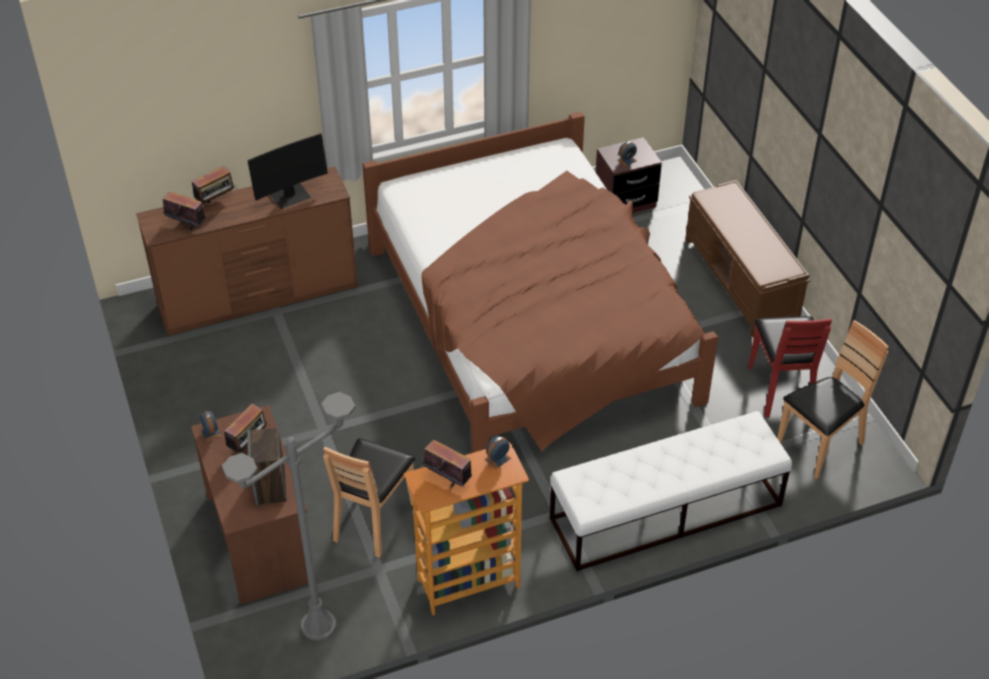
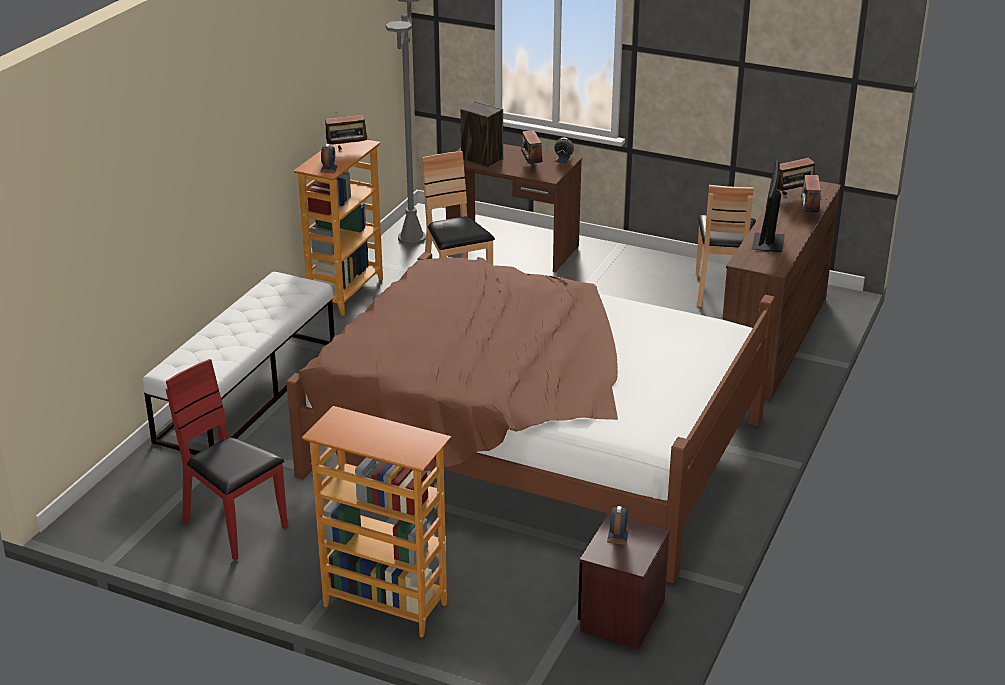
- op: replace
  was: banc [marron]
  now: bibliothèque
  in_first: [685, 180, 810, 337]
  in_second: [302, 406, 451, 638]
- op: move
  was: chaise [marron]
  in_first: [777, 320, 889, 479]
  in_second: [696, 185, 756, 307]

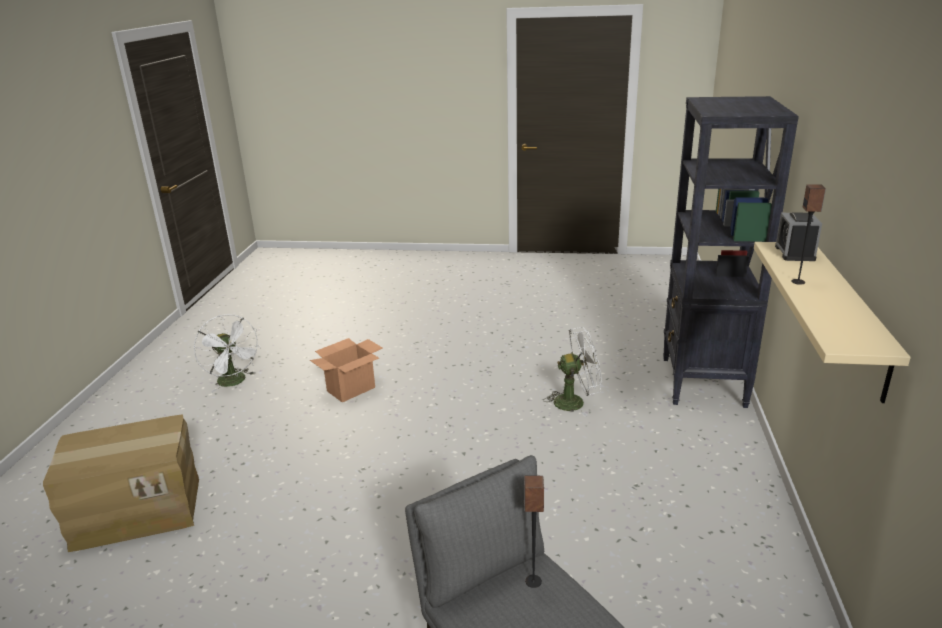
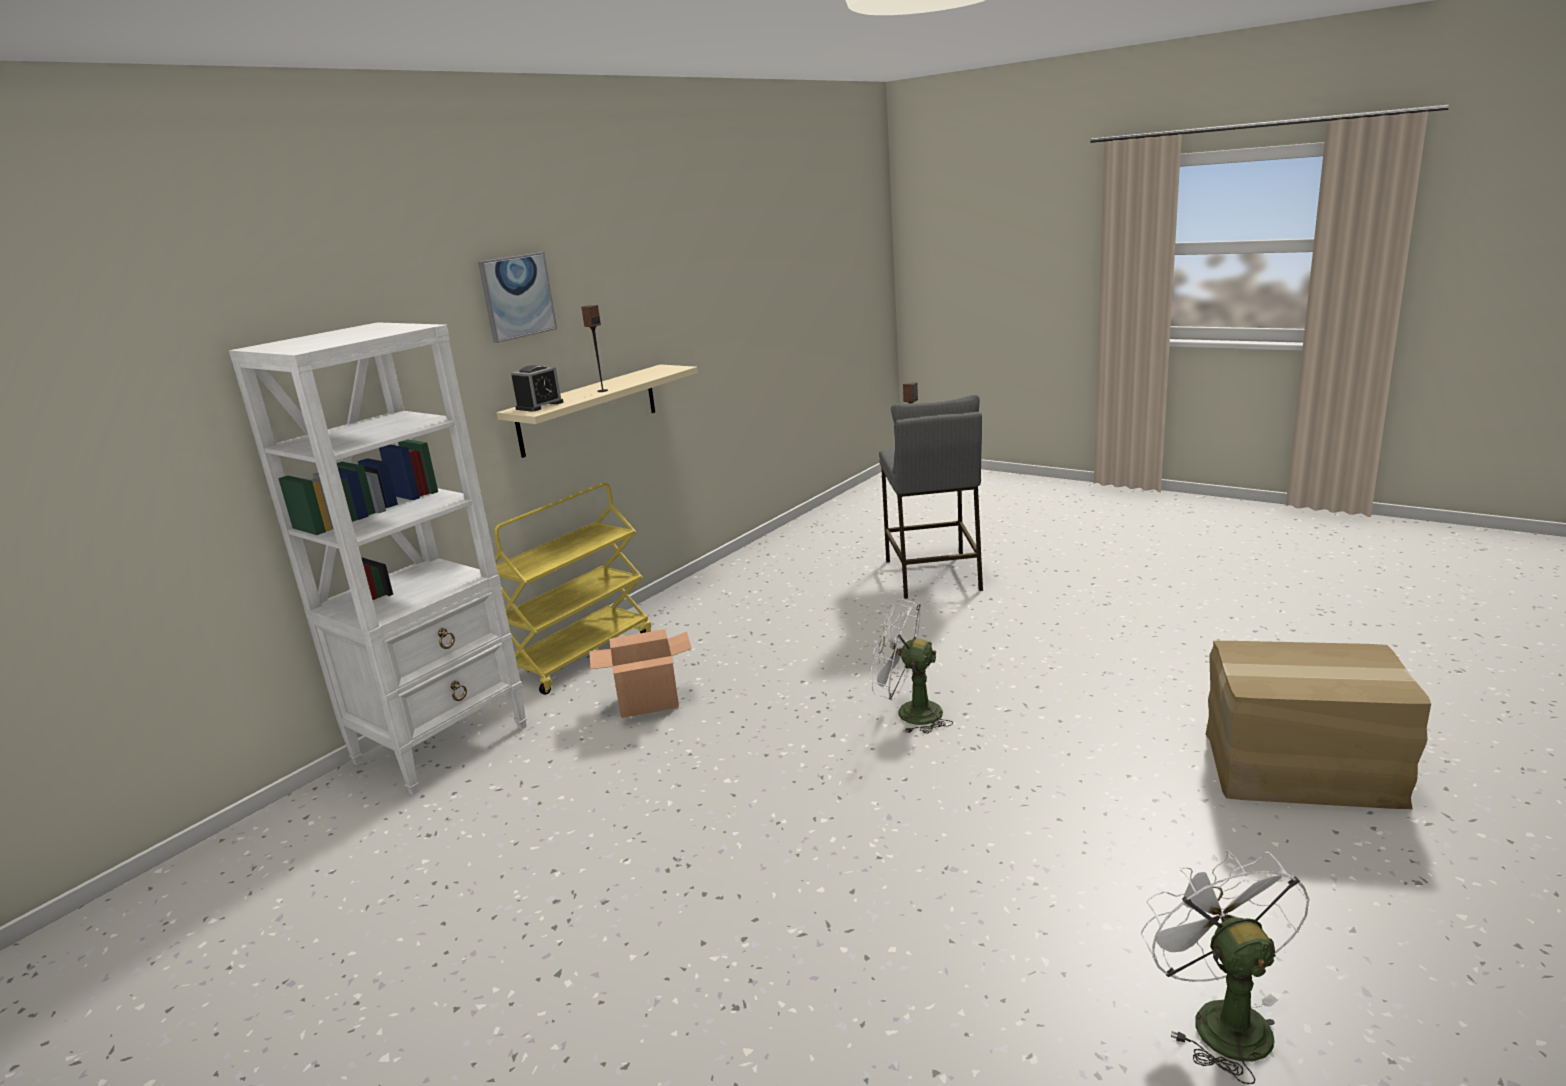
- op: recolor
  was: bibliothèque [noir]
  now: bibliothèque [blanc]
  in_first: [663, 96, 799, 408]
  in_second: [229, 322, 527, 795]
- op: move
  was: ventilateur [blanc]
  in_first: [544, 327, 602, 417]
  in_second: [870, 599, 953, 734]
- op: move
  was: carton
  in_first: [310, 338, 383, 402]
  in_second: [589, 629, 692, 718]
- op: insert
  now: tableau
  in_second: [478, 252, 557, 343]
- op: insert
  now: chariot [jaune]
  in_second: [494, 483, 651, 695]

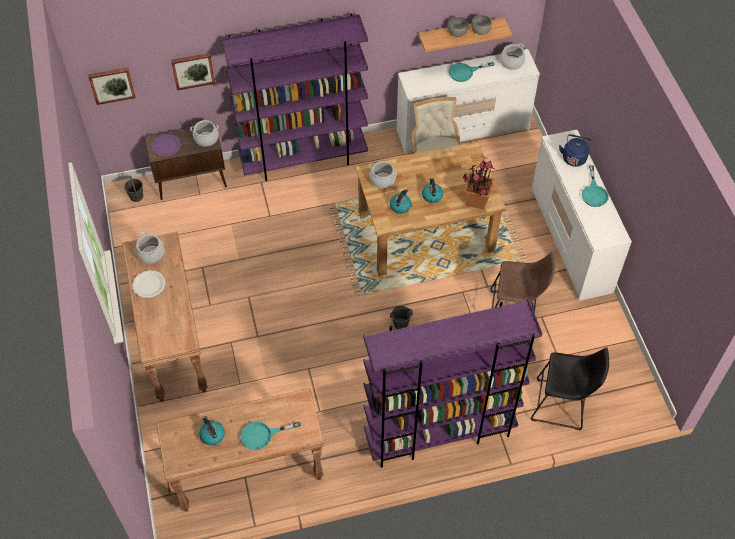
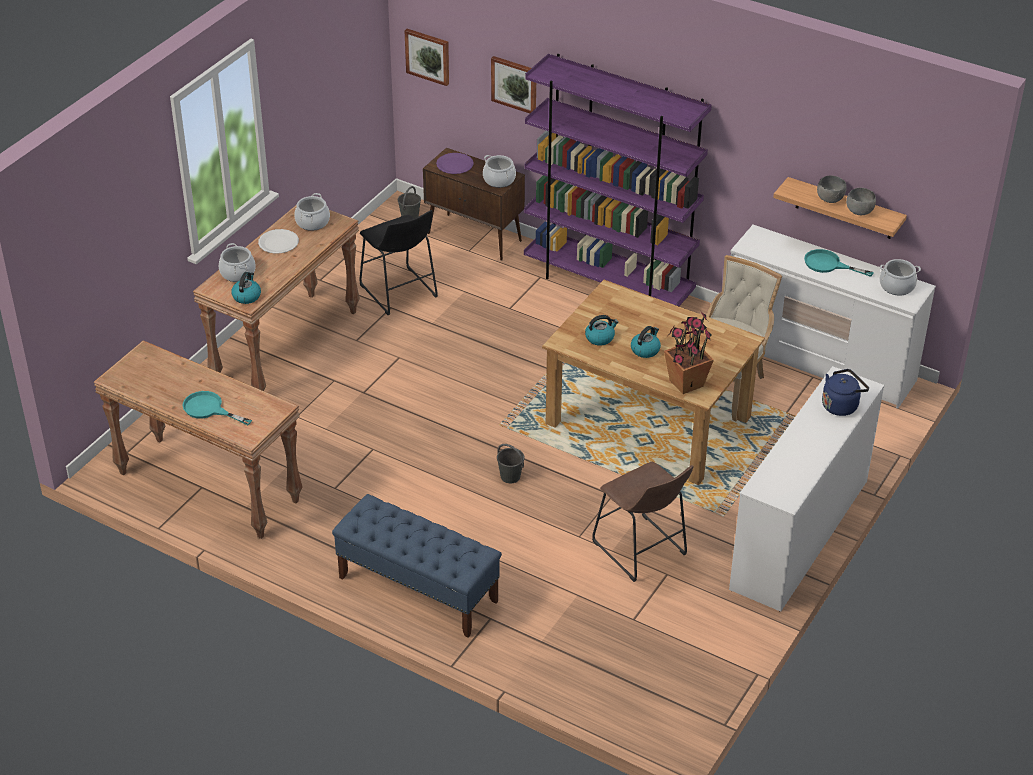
- op: move
  was: marmite
  in_first: [369, 161, 397, 188]
  in_second: [219, 243, 256, 282]
- op: delete
  was: poêle [turquoise]
  in_first: [582, 165, 609, 207]
- op: replace
  was: bibliothèque [violet]
  now: banc [bleu]
  in_first: [363, 299, 543, 467]
  in_second: [332, 494, 502, 637]
- op: move
  was: tabouret [noir]
  in_first: [531, 347, 609, 430]
  in_second: [360, 210, 438, 315]
- op: move
  was: bouilloire
  in_first: [199, 416, 225, 445]
  in_second: [231, 272, 261, 304]

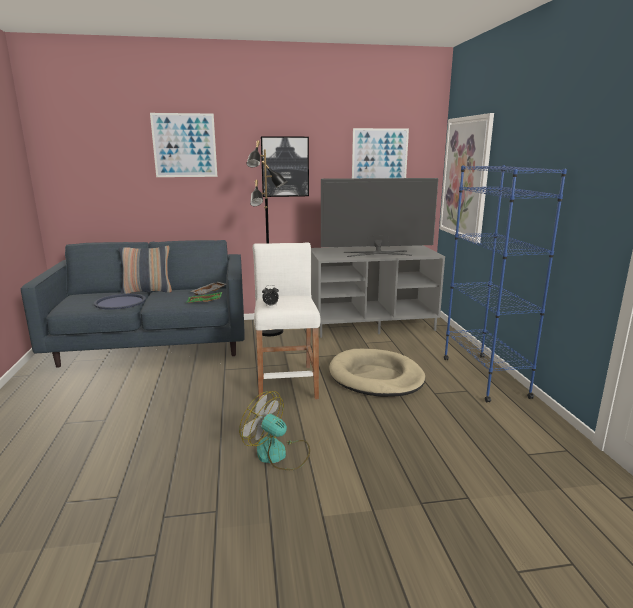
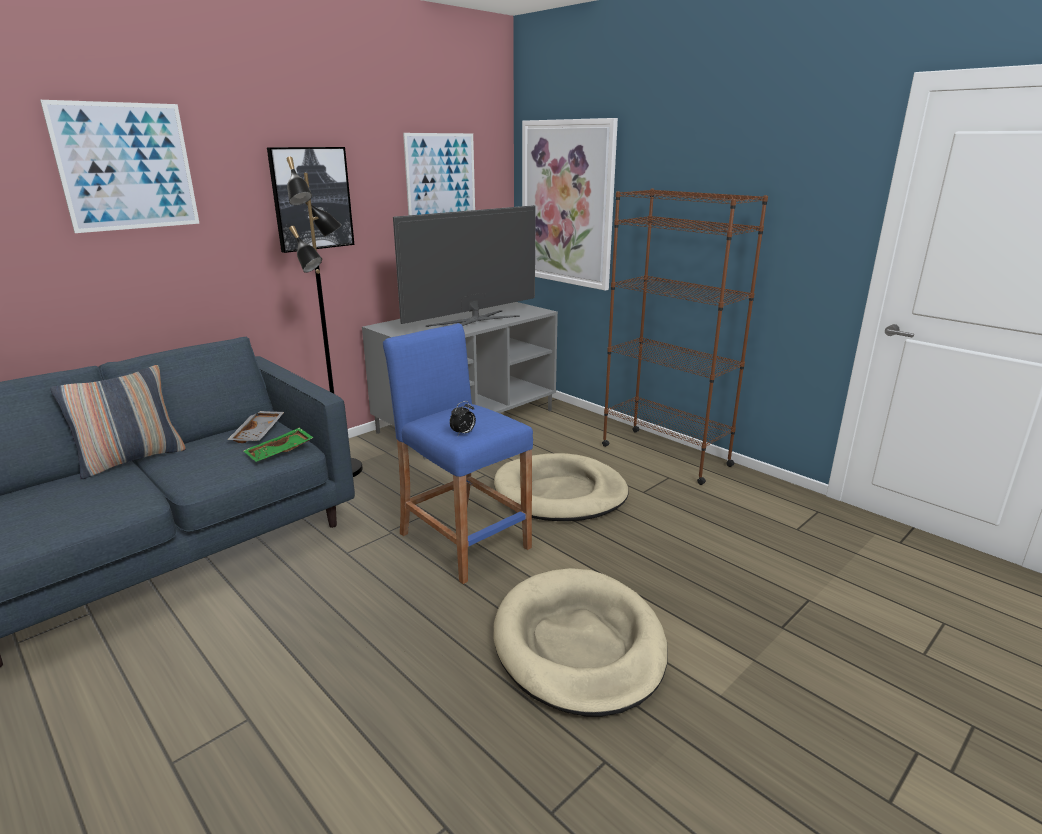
- op: recolor
  was: bibliothèque [bleu]
  now: bibliothèque [marron]
  in_first: [444, 165, 567, 402]
  in_second: [602, 189, 768, 485]
- op: recolor
  was: tabouret [blanc]
  now: tabouret [bleu]
  in_first: [253, 242, 320, 399]
  in_second: [383, 323, 533, 584]
- op: delete
  was: plateau [bleu]
  in_first: [94, 293, 146, 310]
- op: replace
  was: ventilateur
  now: panier pour chien [beige]
  in_first: [239, 391, 310, 470]
  in_second: [494, 568, 668, 717]

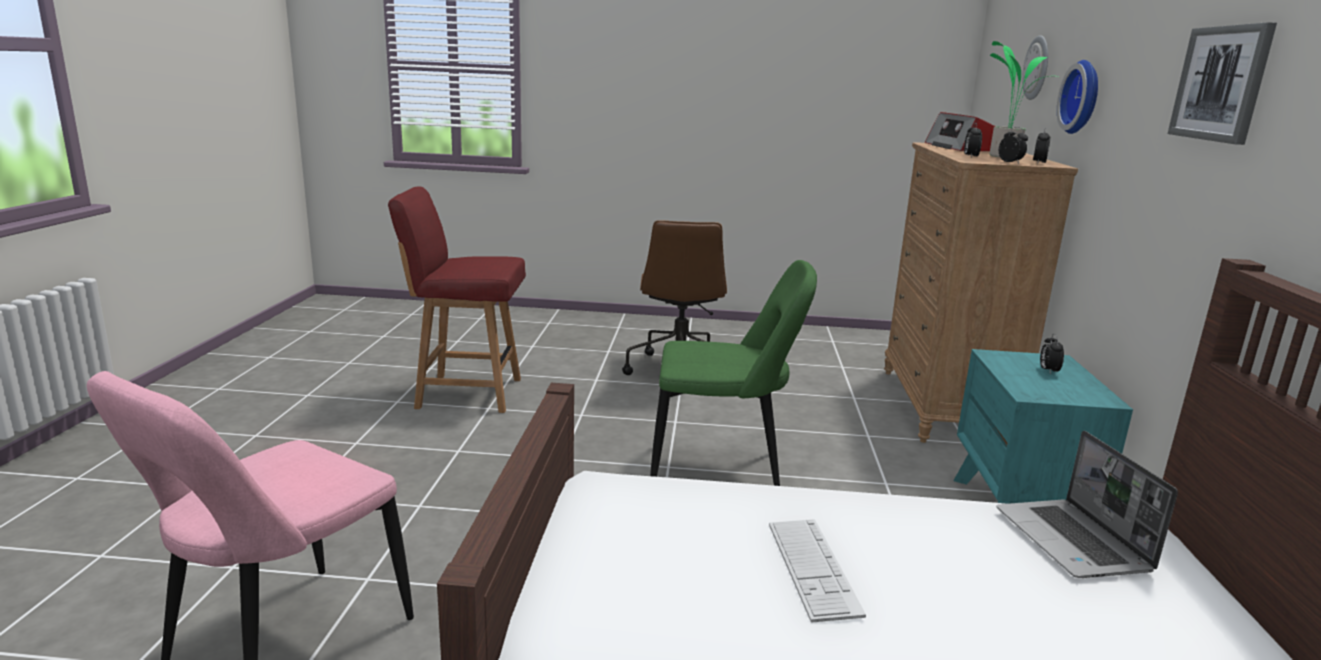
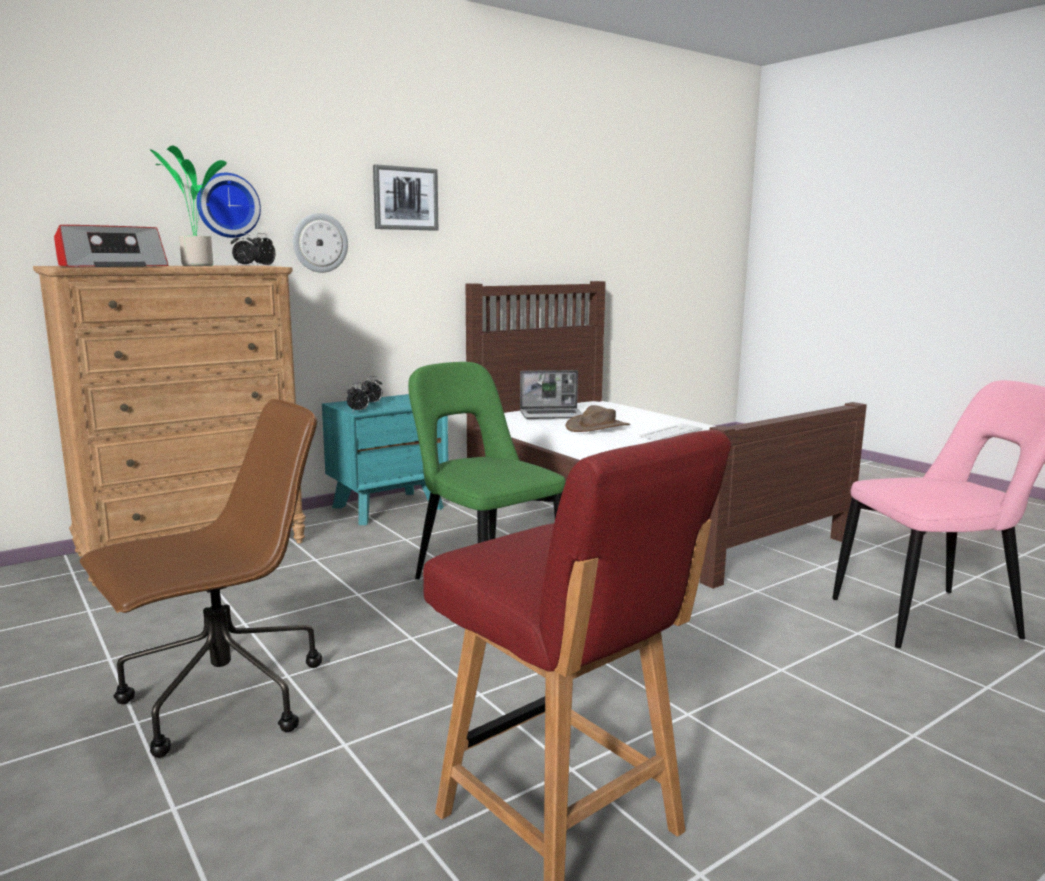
- op: move
  was: horloge murale
  in_first: [1022, 35, 1048, 100]
  in_second: [293, 213, 348, 273]
- op: move
  was: réveil
  in_first: [964, 123, 982, 158]
  in_second: [347, 383, 369, 411]
- op: rotate
  was: ordinateur portable
  in_first: [996, 431, 1178, 578]
  in_second: [520, 370, 583, 419]
  clockwise: 45
- op: insert
  now: chapeau [marron]
  in_second: [565, 405, 630, 432]

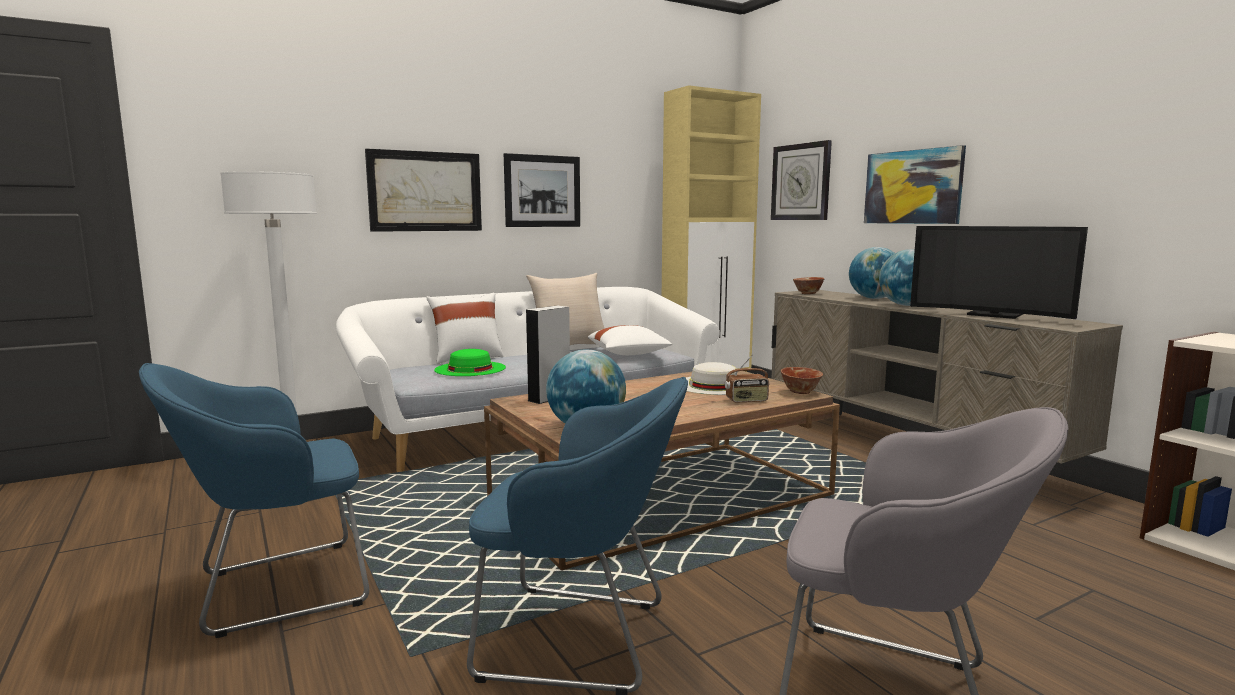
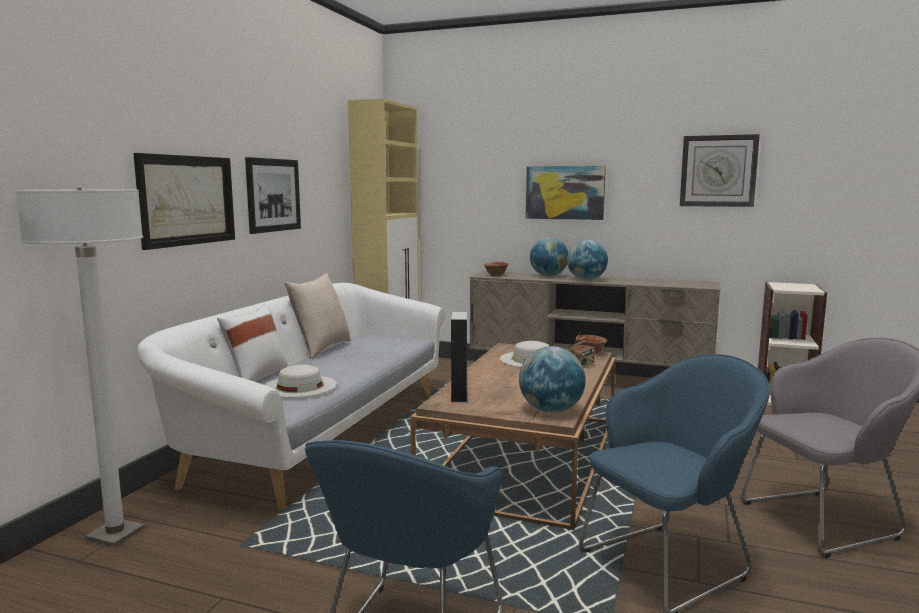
- op: move
  was: horloge murale
  in_first: [771, 140, 832, 220]
  in_second: [680, 134, 760, 207]
- op: delete
  was: téléviseur
  in_first: [910, 226, 1088, 319]
- op: delete
  was: coussin [blanc]
  in_first: [588, 325, 672, 355]
- op: recolor
  was: chapeau [vert]
  now: chapeau [blanc]
  in_first: [434, 349, 506, 376]
  in_second: [265, 365, 337, 398]

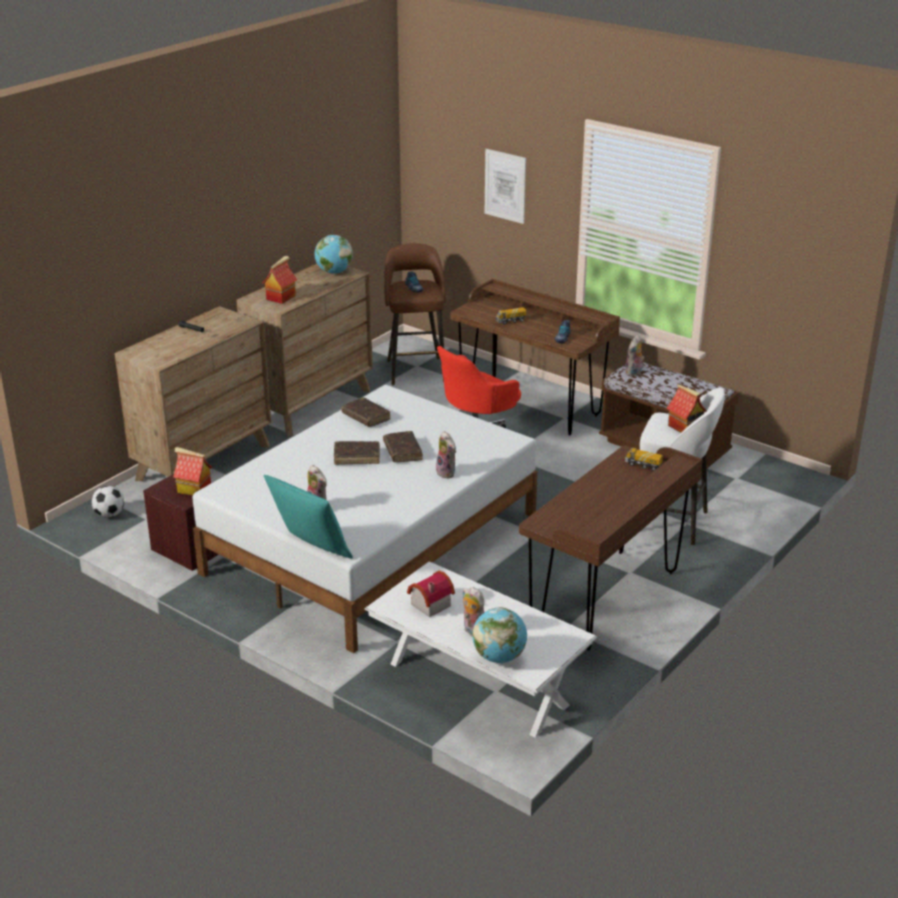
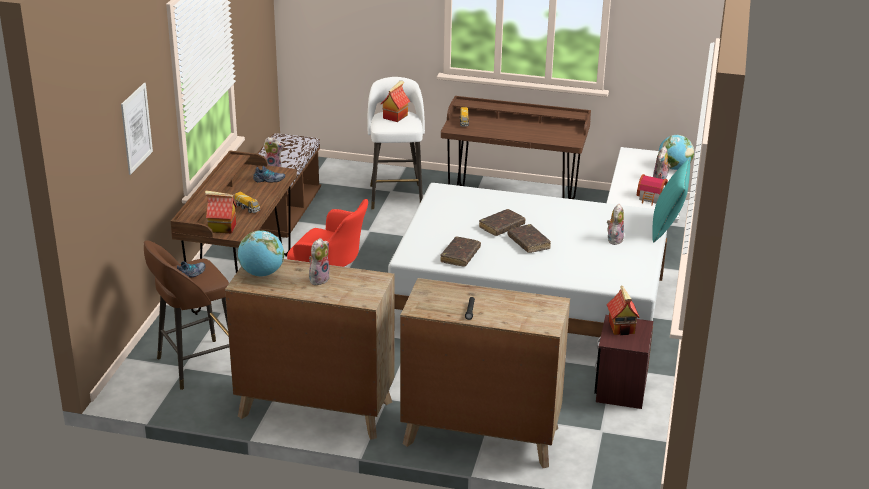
- op: move
  was: maison miniature
  in_first: [263, 256, 297, 304]
  in_second: [205, 190, 237, 234]
- op: move
  was: peluche
  in_first: [436, 431, 456, 478]
  in_second: [309, 238, 330, 285]
- op: delete
  was: ballon de foot
  in_first: [91, 486, 124, 518]

